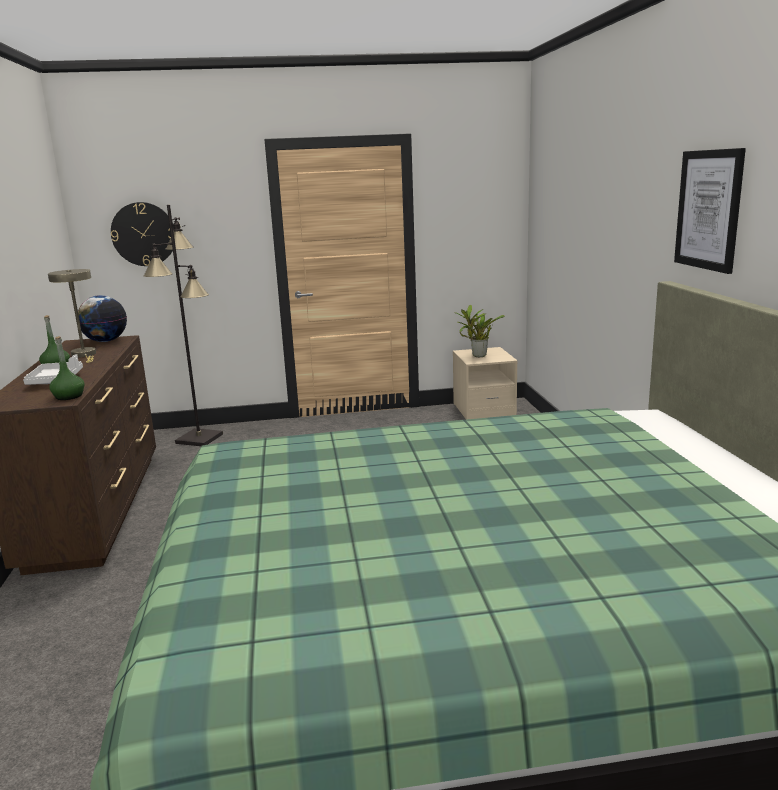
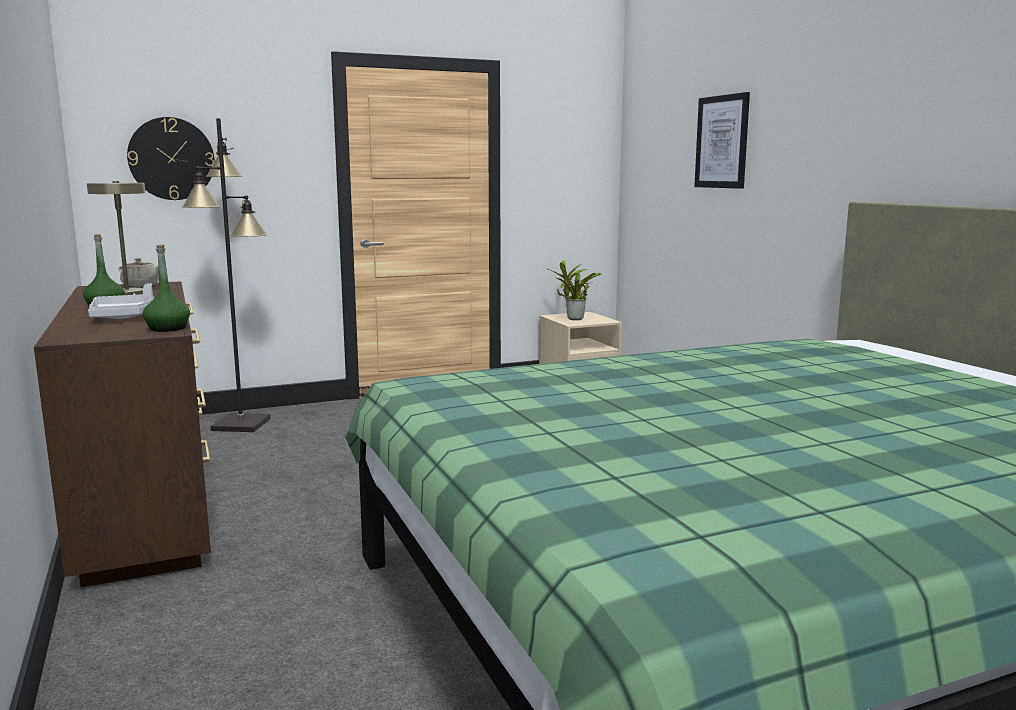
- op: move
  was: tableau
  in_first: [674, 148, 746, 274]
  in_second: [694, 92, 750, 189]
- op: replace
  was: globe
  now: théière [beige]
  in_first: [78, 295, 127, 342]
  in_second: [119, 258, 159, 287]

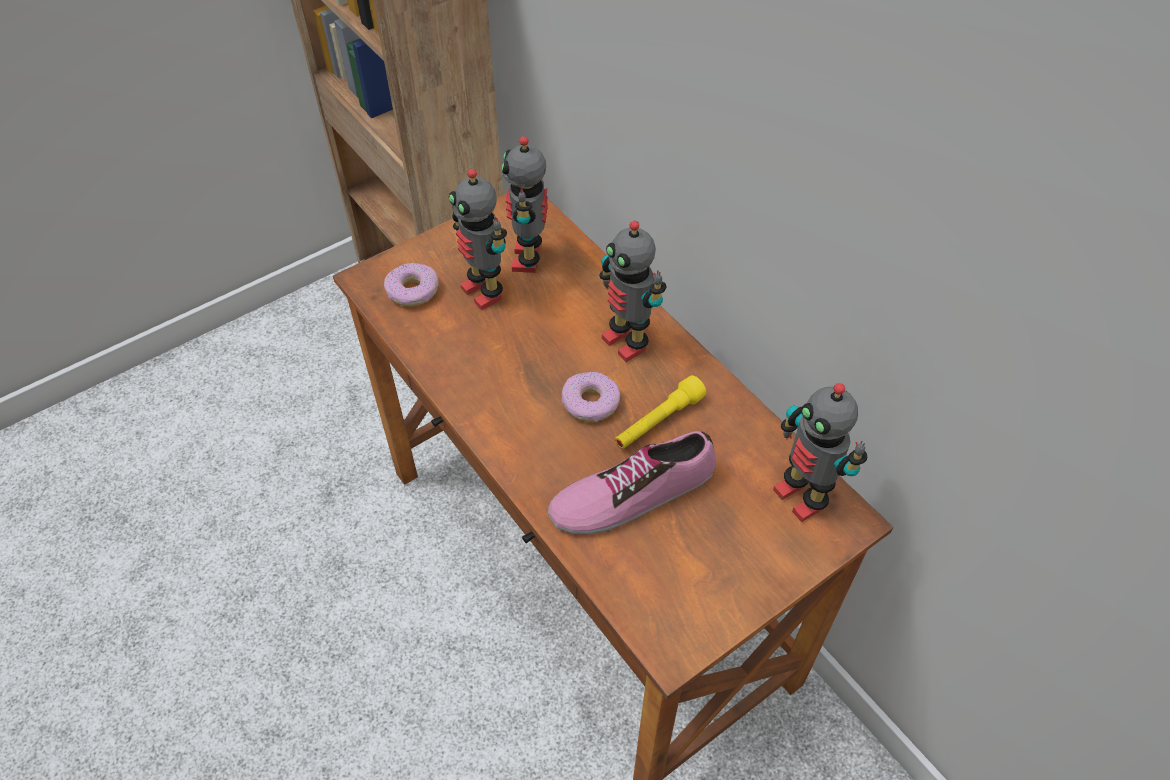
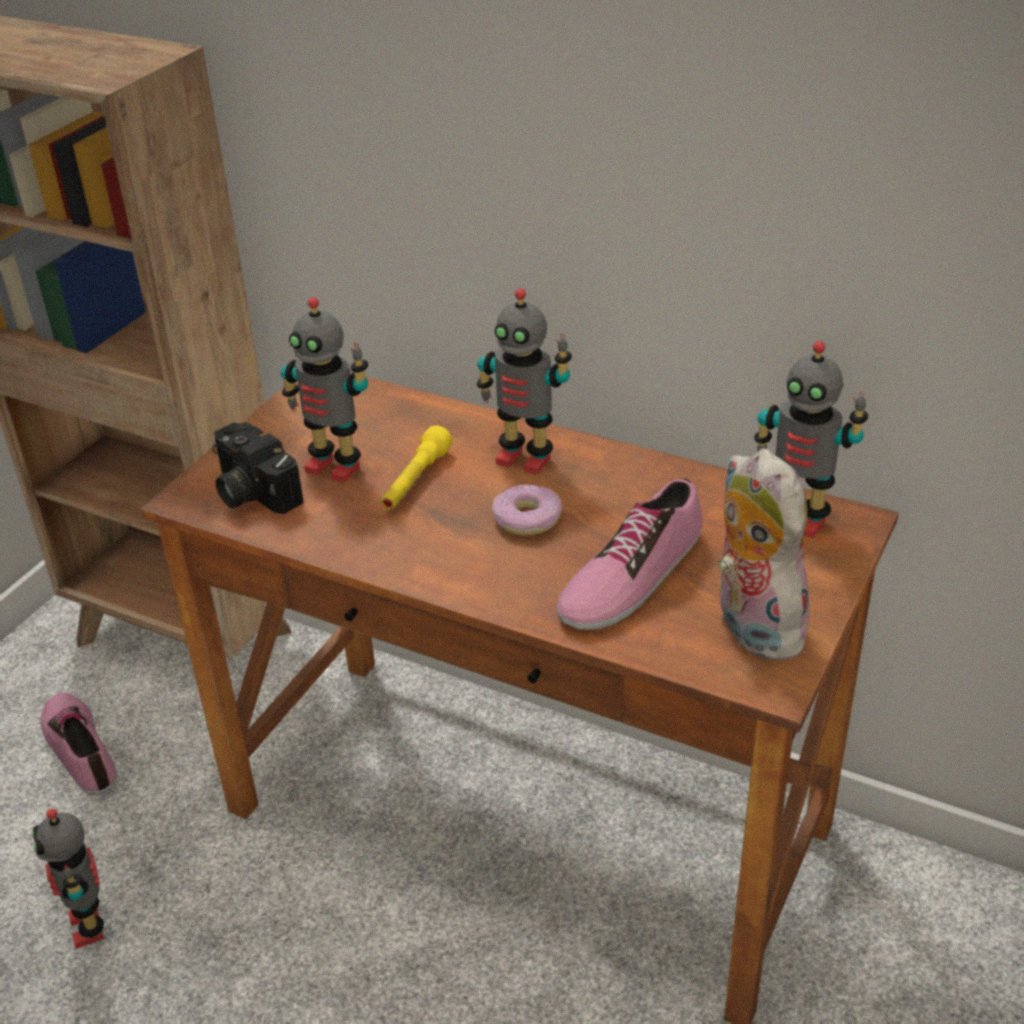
- op: move
  was: robot jouet
  in_first: [502, 136, 548, 273]
  in_second: [32, 809, 104, 949]
- op: replace
  was: beignet
  now: appareil photo
  in_first: [384, 263, 439, 306]
  in_second: [212, 422, 303, 514]
- op: move
  was: lampe de poche [jaune]
  in_first: [615, 375, 706, 449]
  in_second: [381, 425, 452, 510]
- op: insert
  now: peluche
  in_second: [718, 448, 813, 660]
- op: insert
  now: chaussure
  in_second: [40, 693, 117, 796]

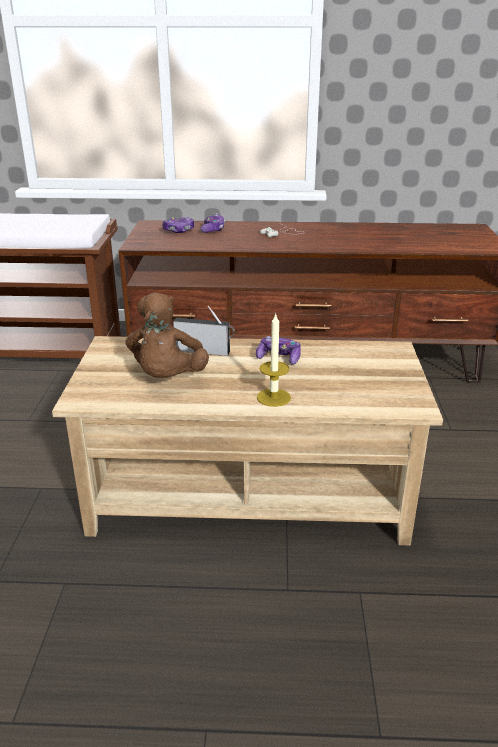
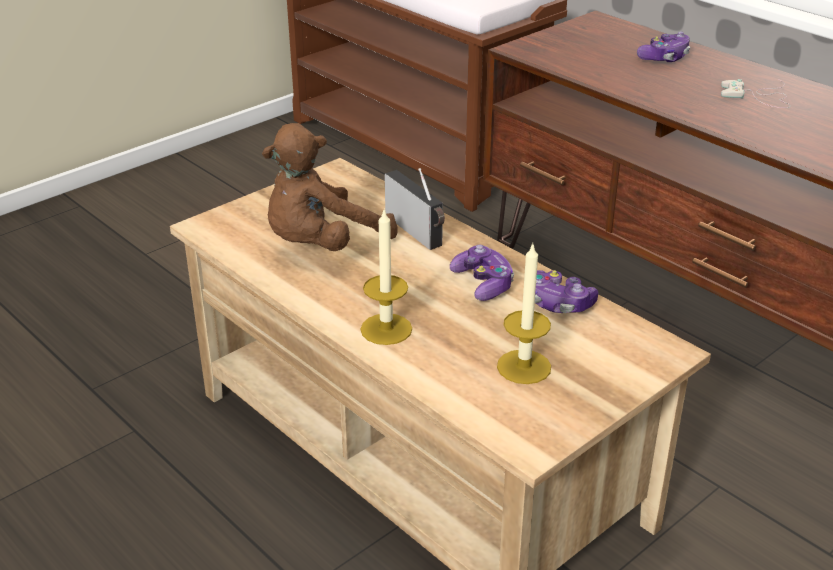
- op: move
  was: manette
  in_first: [162, 217, 194, 233]
  in_second: [535, 270, 598, 313]
- op: insert
  now: bougie
  in_second: [497, 242, 551, 384]

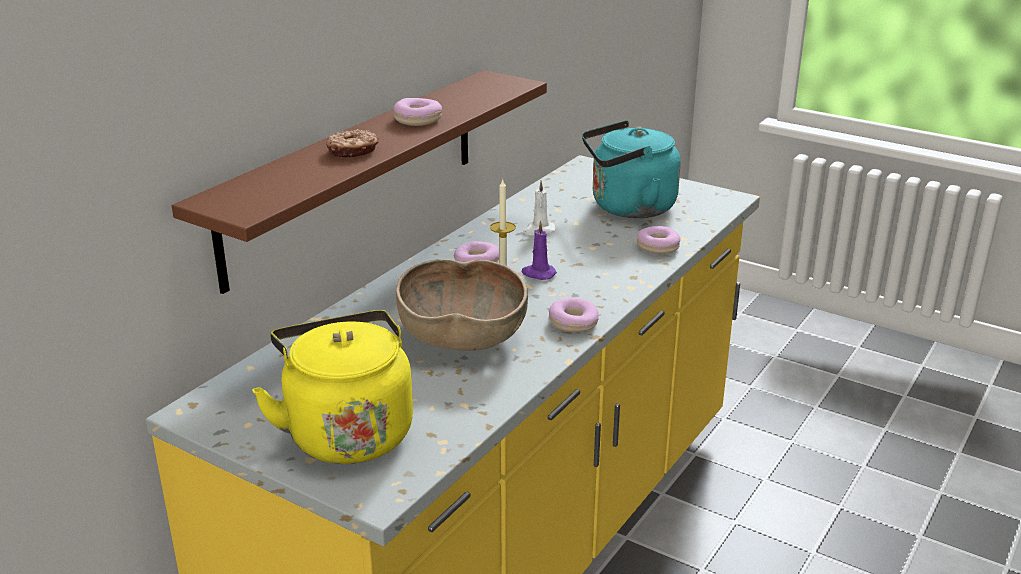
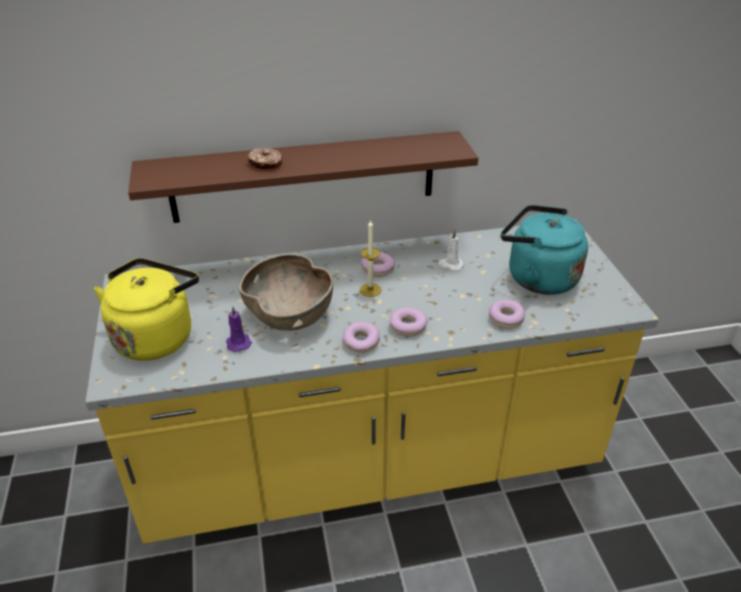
- op: move
  was: beignet
  in_first: [393, 98, 442, 126]
  in_second: [390, 307, 428, 337]
- op: move
  was: bougie [violet]
  in_first: [522, 221, 557, 280]
  in_second: [226, 306, 252, 352]

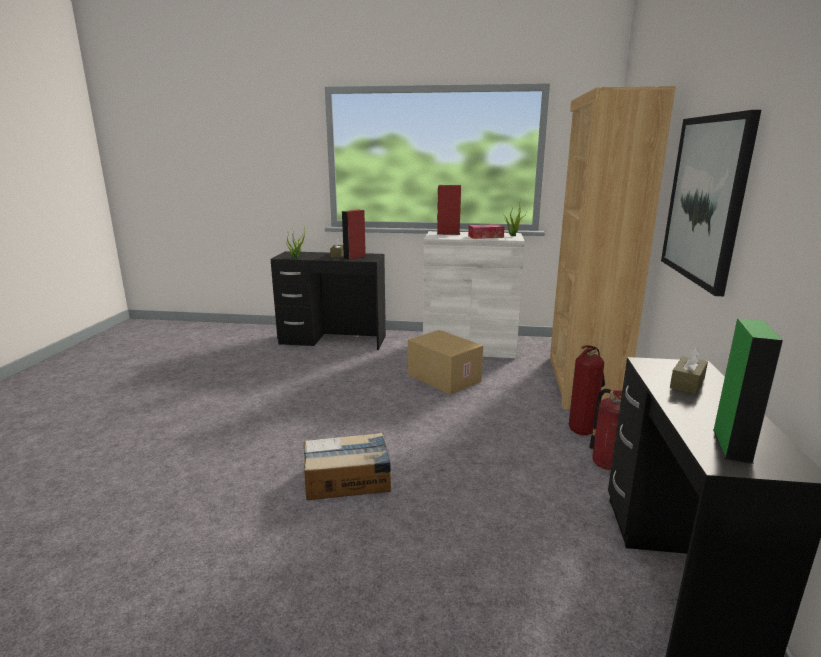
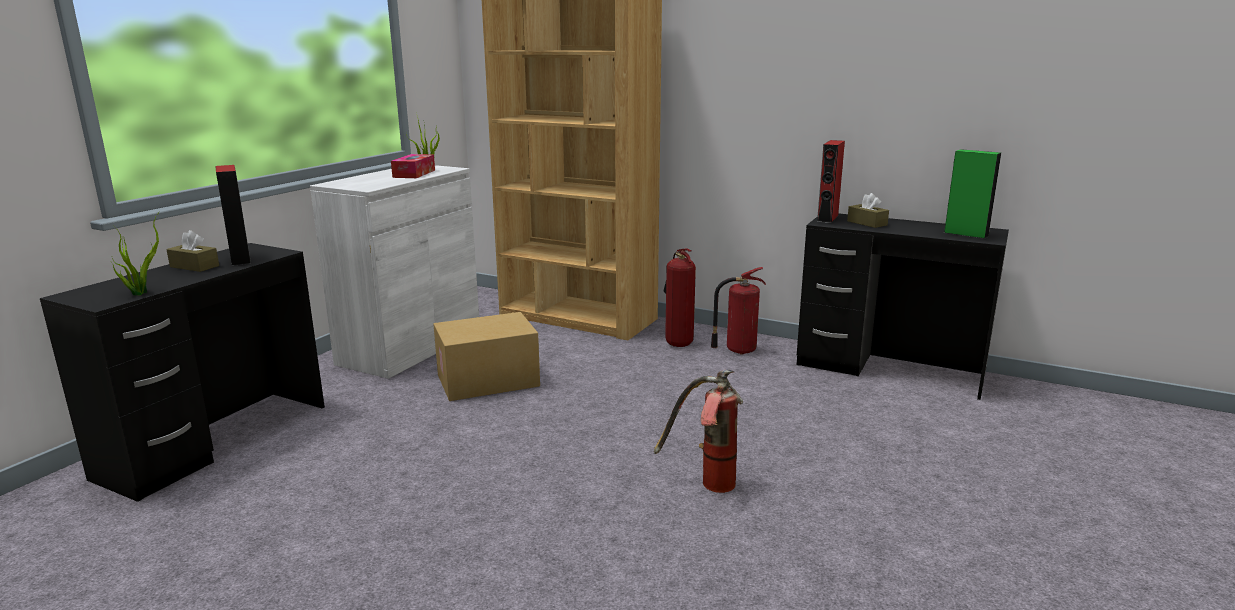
- op: delete
  was: tableau
  in_first: [661, 110, 761, 296]
- op: move
  was: enceinte [rouge]
  in_first: [437, 185, 461, 235]
  in_second: [817, 140, 845, 223]
- op: replace
  was: carton
  now: extincteur
  in_first: [304, 432, 391, 500]
  in_second: [654, 370, 743, 493]

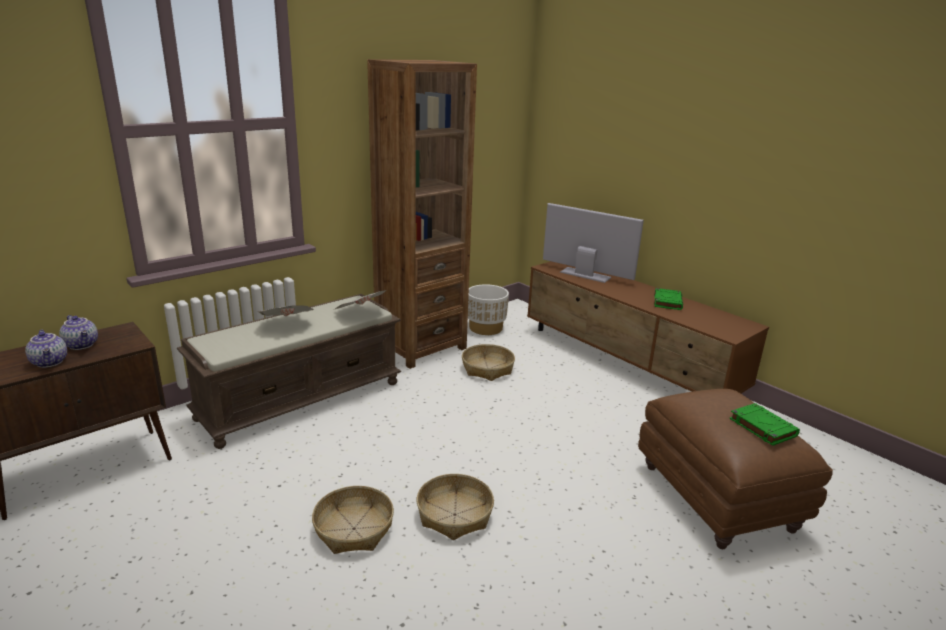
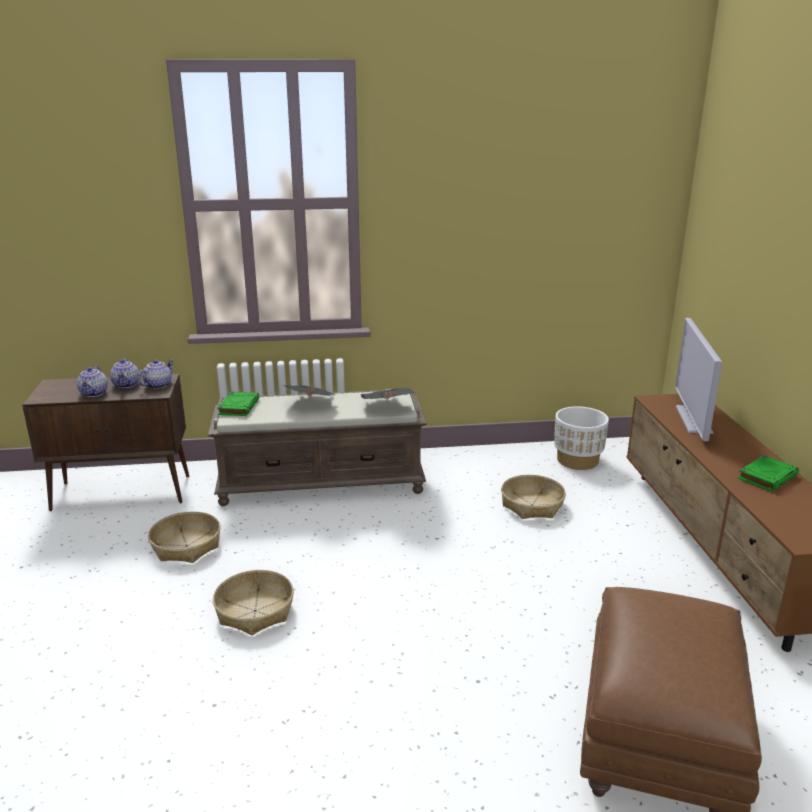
- op: delete
  was: bibliothèque [marron]
  in_first: [367, 59, 477, 369]
- op: rotate
  was: téléviseur
  in_first: [543, 203, 644, 283]
  in_second: [675, 318, 723, 441]
  clockwise: -150
- op: move
  was: livre [vert]
  in_first: [729, 403, 800, 446]
  in_second: [217, 392, 260, 416]
- op: move
  was: panier
  in_first: [417, 474, 494, 540]
  in_second: [148, 511, 221, 563]
- op: insert
  now: théière
  in_second: [138, 360, 174, 389]

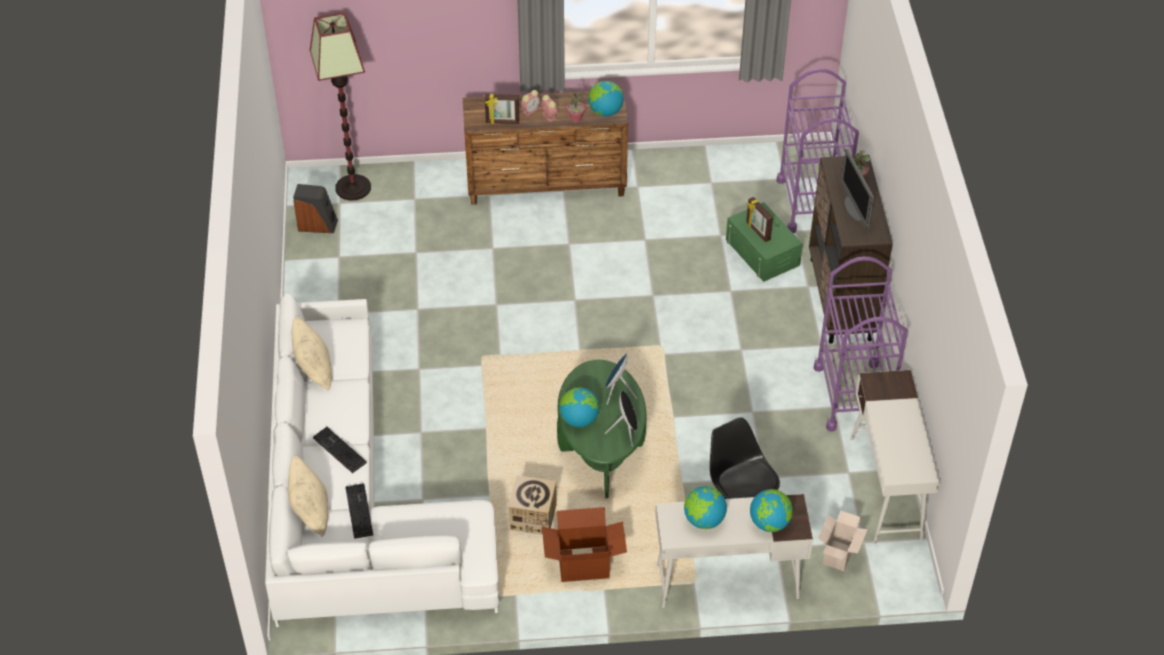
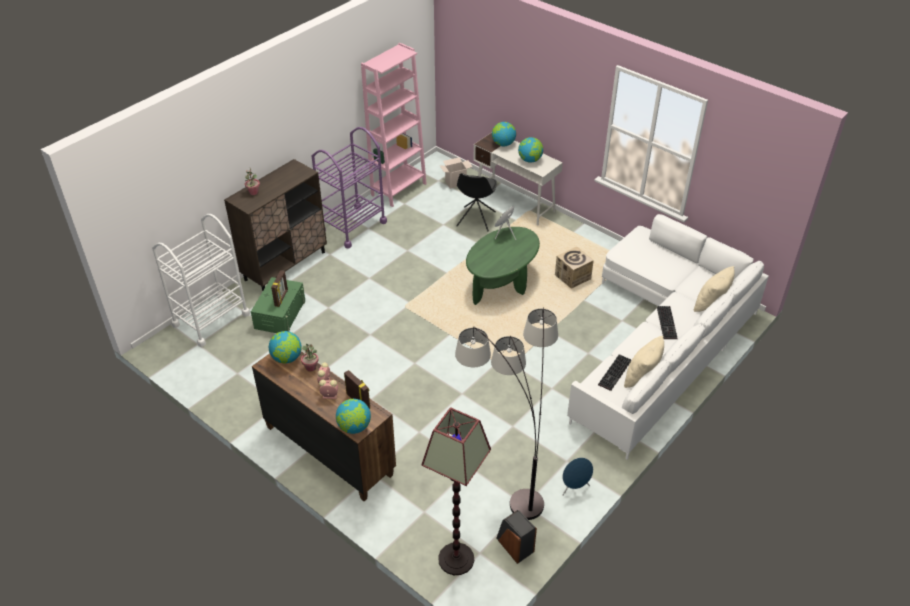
- op: recolor
  was: chariot [violet]
  now: chariot [blanc]
  in_first: [776, 68, 859, 233]
  in_second: [152, 214, 250, 347]
- op: delete
  was: écran d'ordinateur
  in_first: [841, 149, 874, 229]
- op: move
  was: enceinte [bleu]
  in_first: [605, 353, 637, 405]
  in_second: [562, 458, 593, 496]
- op: replace
  was: bureau [blanc]
  now: bibliothèque [rose]
  in_first: [850, 370, 940, 544]
  in_second: [361, 42, 427, 207]
- op: move
  was: globe
  in_first: [560, 387, 599, 427]
  in_second: [336, 399, 371, 434]
- op: move
  was: clavier
  in_first: [345, 483, 373, 539]
  in_second: [598, 354, 631, 391]
- op: delete
  was: carton
  in_first: [542, 507, 627, 582]
- op: insert
  now: lampadaire
  in_second: [455, 307, 558, 520]

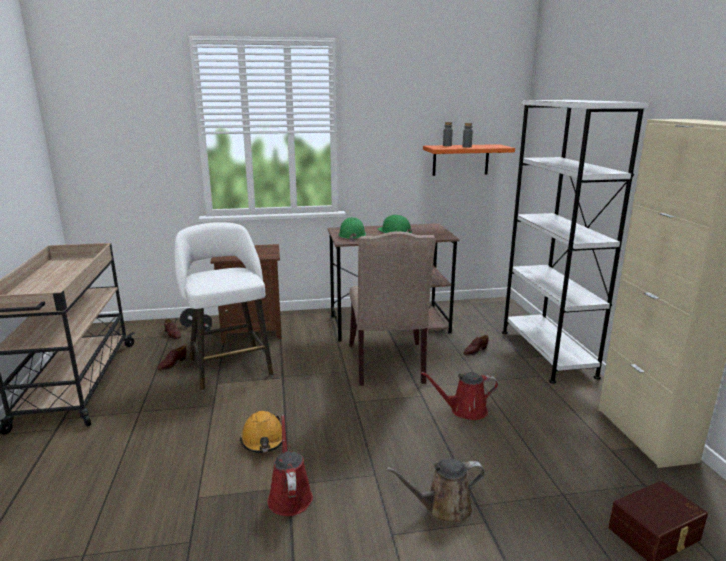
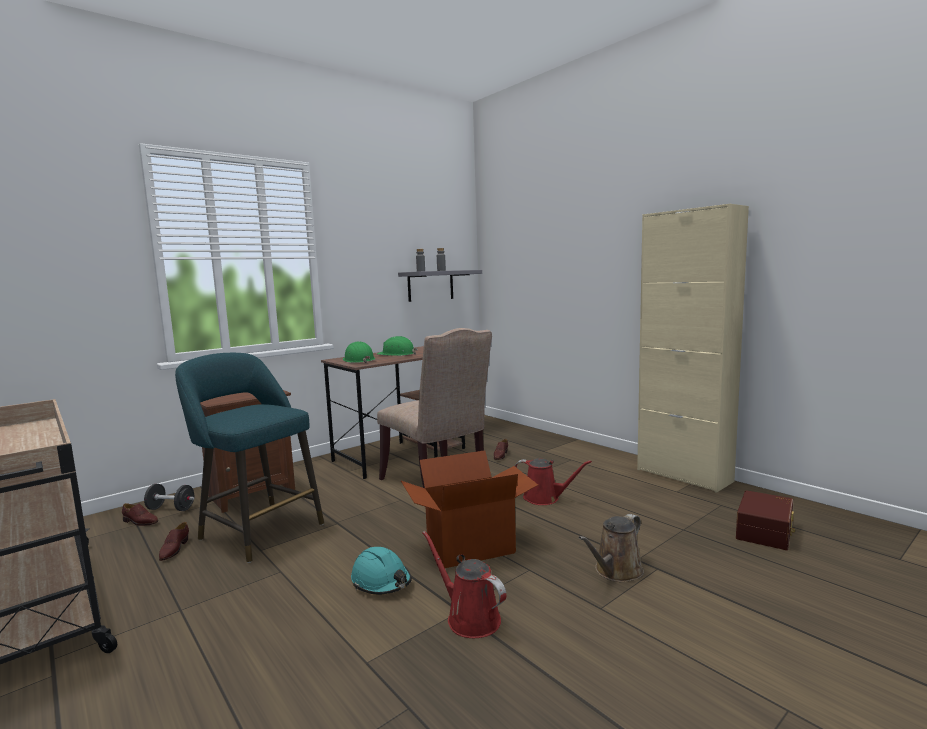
- op: delete
  was: bibliothèque [blanc]
  in_first: [502, 100, 649, 384]
- op: recolor
  was: étagère [orange]
  now: étagère [gris]
  in_first: [423, 144, 515, 176]
  in_second: [398, 270, 482, 302]
- op: recolor
  was: tabouret [blanc]
  now: tabouret [turquoise]
  in_first: [174, 222, 273, 391]
  in_second: [175, 353, 324, 563]
- op: rotate
  was: arrosoir [rouge]
  in_first: [421, 372, 498, 420]
  in_second: [515, 458, 592, 505]
  clockwise: -120
- op: recolor
  was: casque de chantier [orange]
  now: casque de chantier [turquoise]
  in_first: [240, 411, 282, 453]
  in_second: [351, 547, 412, 595]
- op: insert
  now: carton
  in_second: [401, 450, 538, 568]

